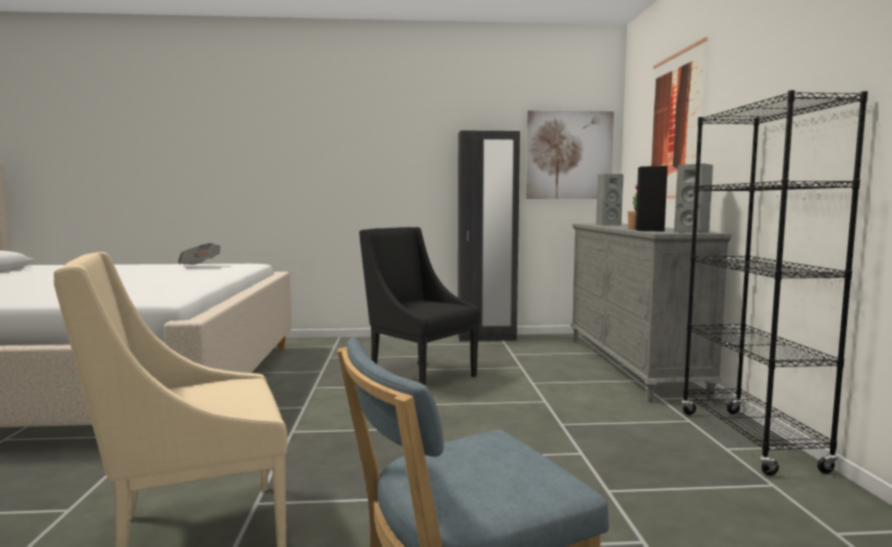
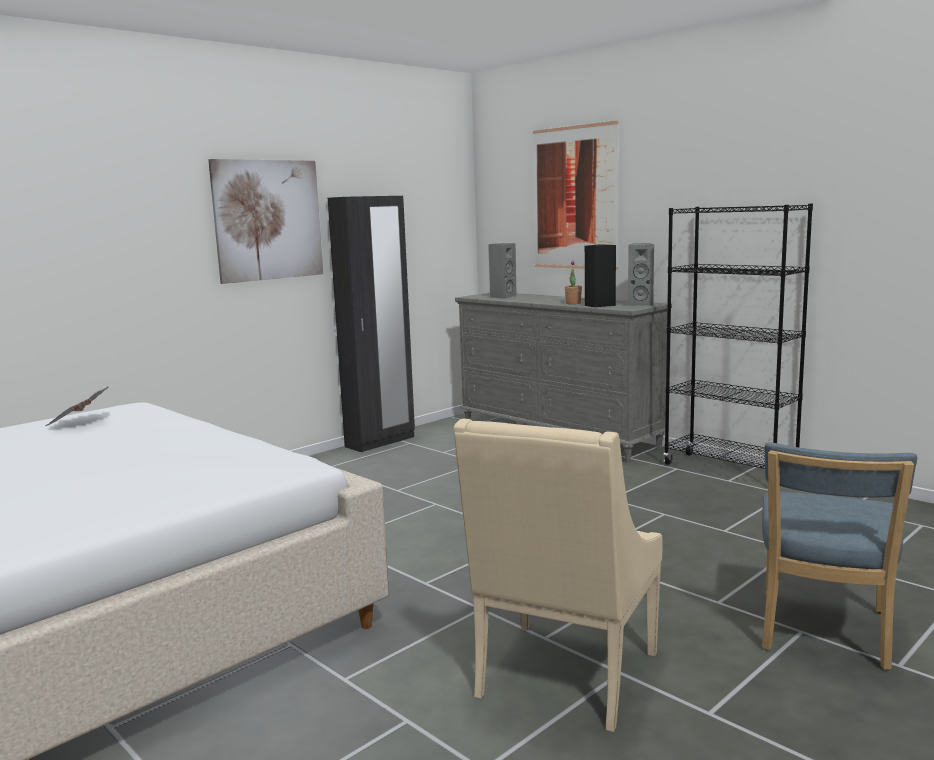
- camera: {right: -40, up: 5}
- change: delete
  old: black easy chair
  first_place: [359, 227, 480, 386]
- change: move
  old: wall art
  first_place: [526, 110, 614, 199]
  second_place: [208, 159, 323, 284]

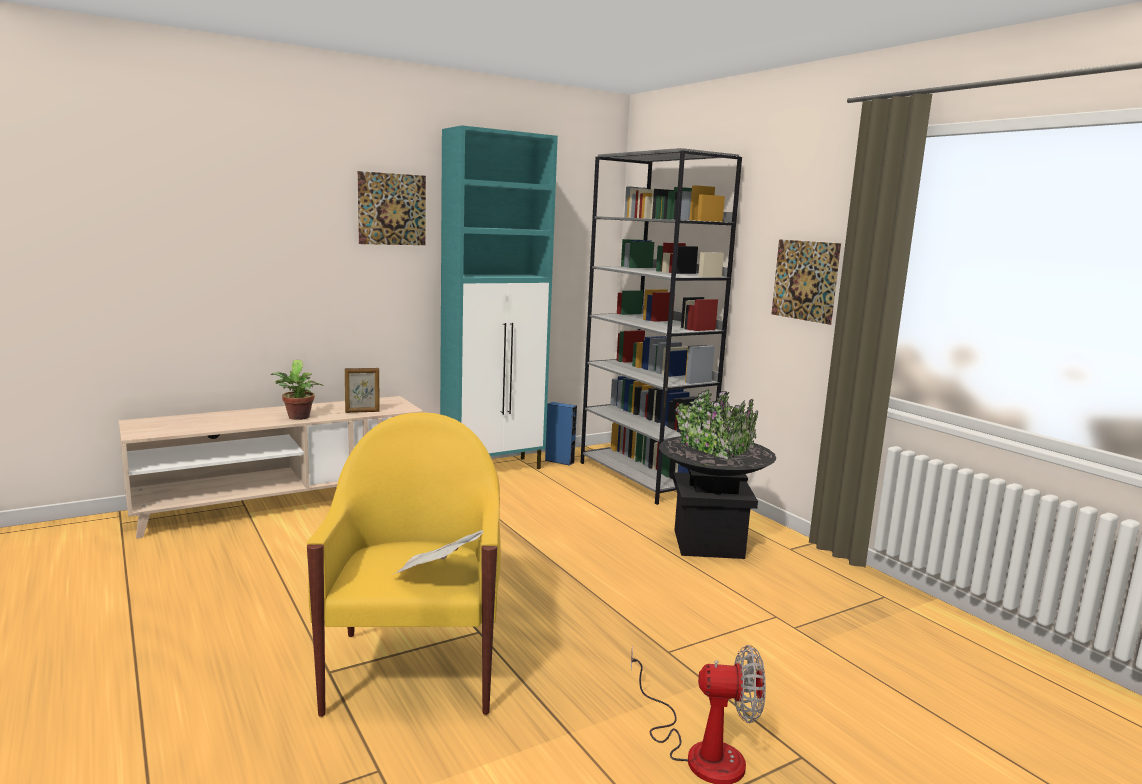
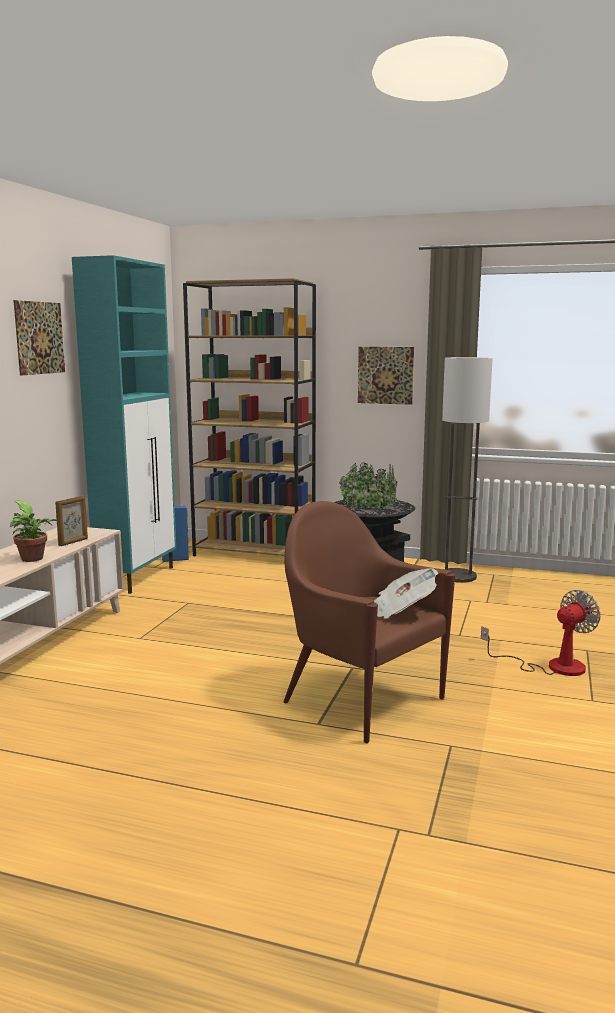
- camera: {right: -40, up: 0}
- change: insert
  new: floor lamp
  second_place: [442, 357, 493, 583]
- change: recolor
  old: yellow-coloured easy chair
  new: brown easy chair
  first_place: [307, 412, 501, 717]
  second_place: [283, 501, 455, 743]
- change: recolor
  old: greyish bookcase
  new: brown bookcase
  first_place: [580, 148, 742, 505]
  second_place: [183, 278, 316, 556]

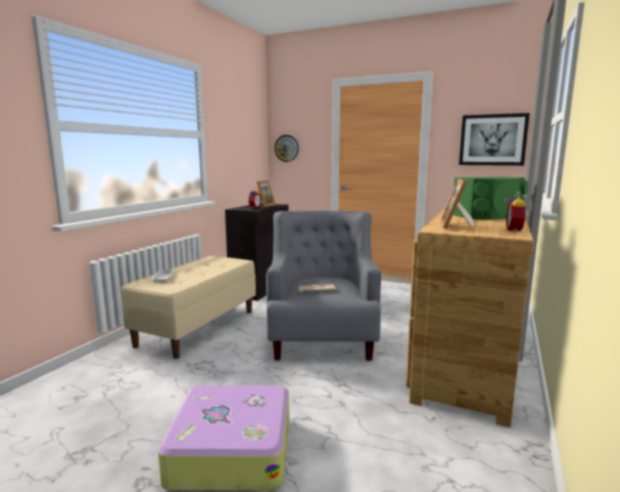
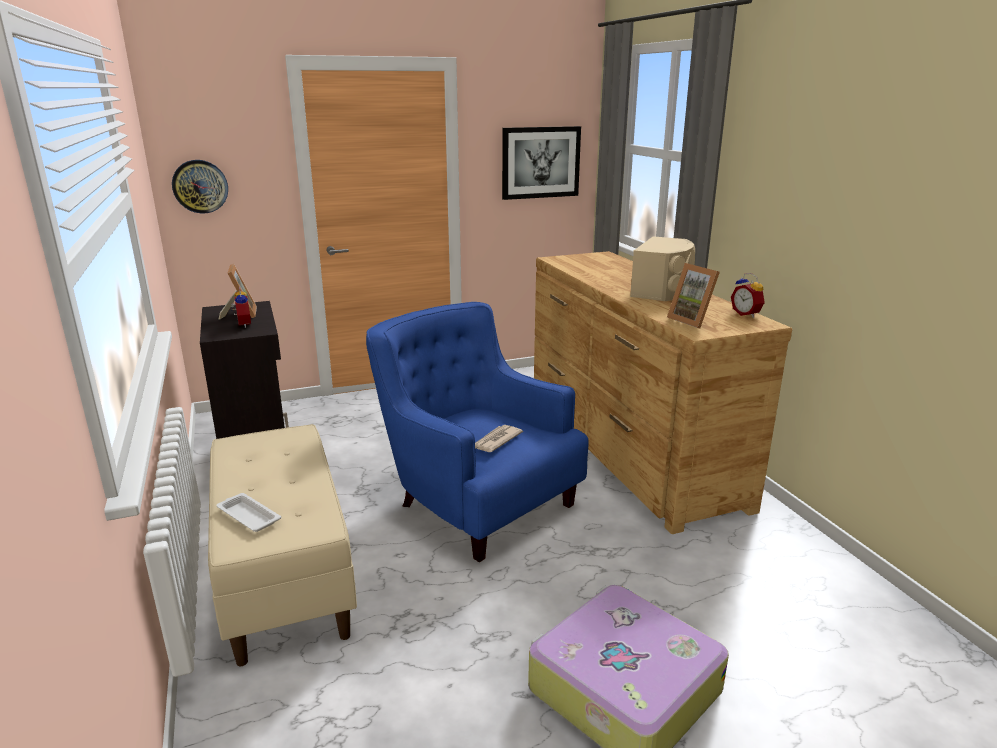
- camera: {right: -45, up: 10}
- change: recolor
  old: greyish easy chair
  new: blue-coloured easy chair
  first_place: [266, 210, 381, 361]
  second_place: [366, 302, 589, 562]
- change: recolor
  old: green-coloured loudspeaker
  new: sand-coloured loudspeaker
  first_place: [453, 177, 528, 220]
  second_place: [630, 236, 695, 301]

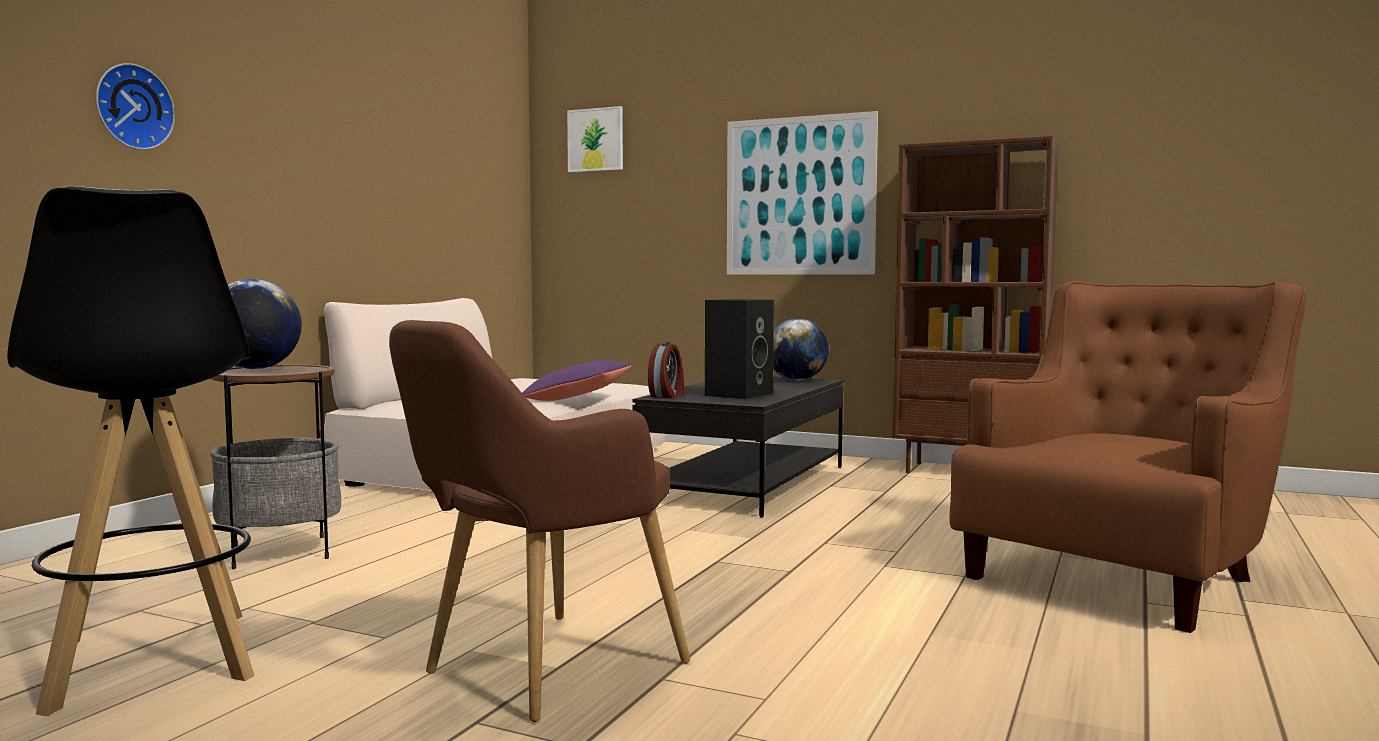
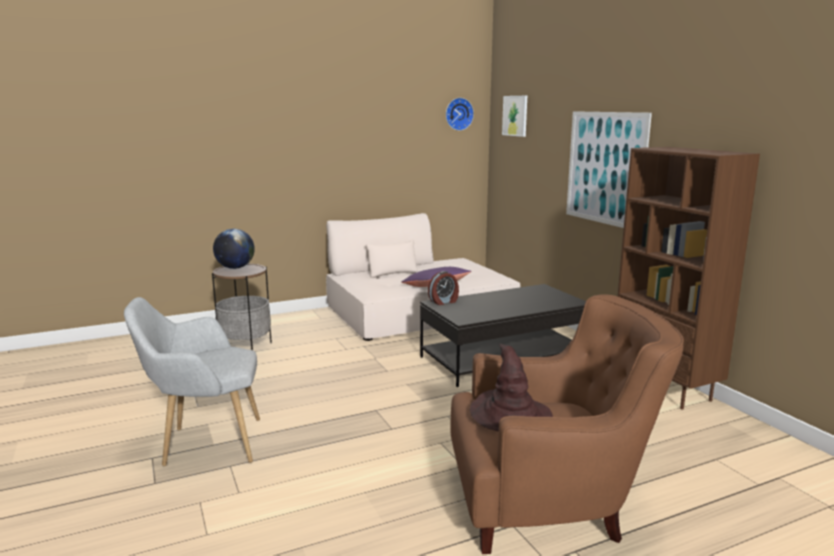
- camera: {right: 40, up: 10}
- change: delete
  old: black stool seat
  first_place: [7, 186, 254, 716]
- change: delete
  old: black loudspeaker
  first_place: [705, 299, 774, 399]
- change: delete
  old: desk globe
  first_place: [773, 318, 829, 381]
- change: insert
  new: brown hat
  second_place: [470, 344, 553, 431]
- change: move
  old: hanging clock
  first_place: [96, 63, 175, 150]
  second_place: [446, 98, 474, 131]
- change: recolor
  old: brown easy chair
  new: greyish easy chair
  first_place: [389, 320, 690, 722]
  second_place: [124, 297, 260, 466]

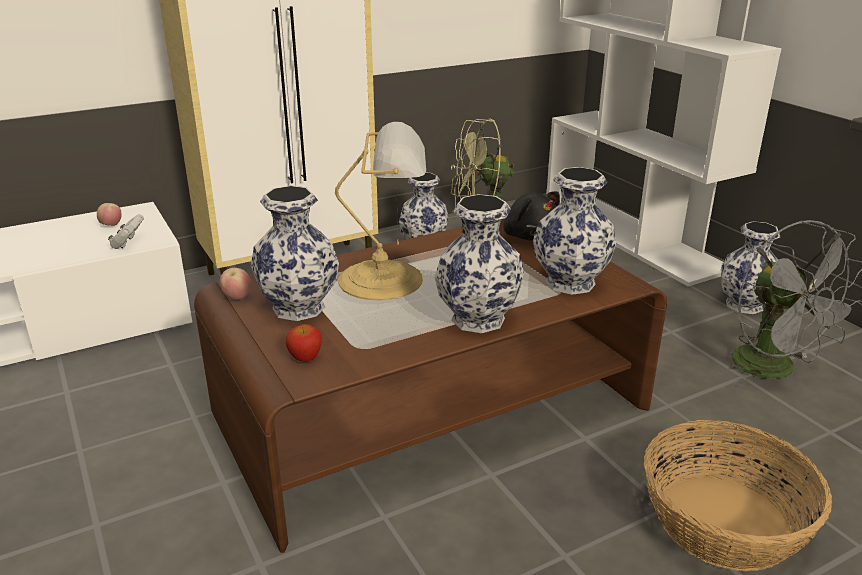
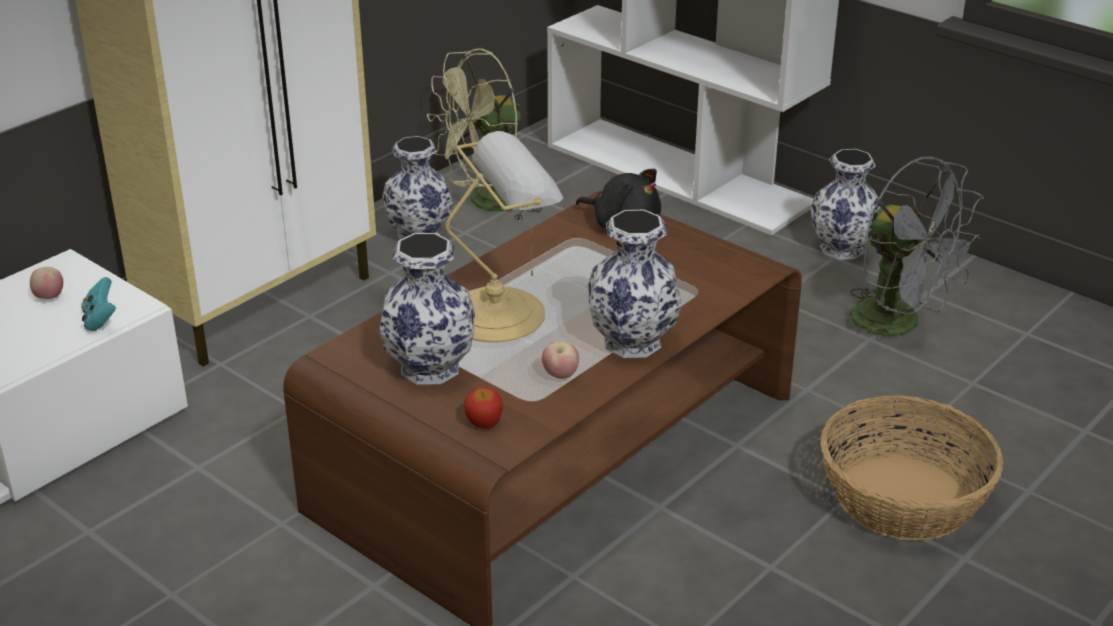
- camera: {right: -20, up: 5}
- change: delete
  old: vase
  first_place: [533, 167, 616, 295]
- change: move
  old: whole apple
  first_place: [220, 268, 251, 300]
  second_place: [542, 341, 579, 379]
- change: recolor
  old: white joypad
  new: turquoise joypad
  first_place: [108, 214, 144, 249]
  second_place: [81, 277, 116, 331]

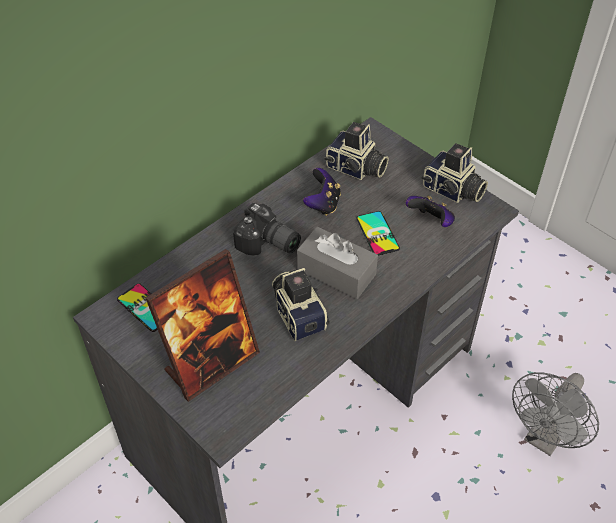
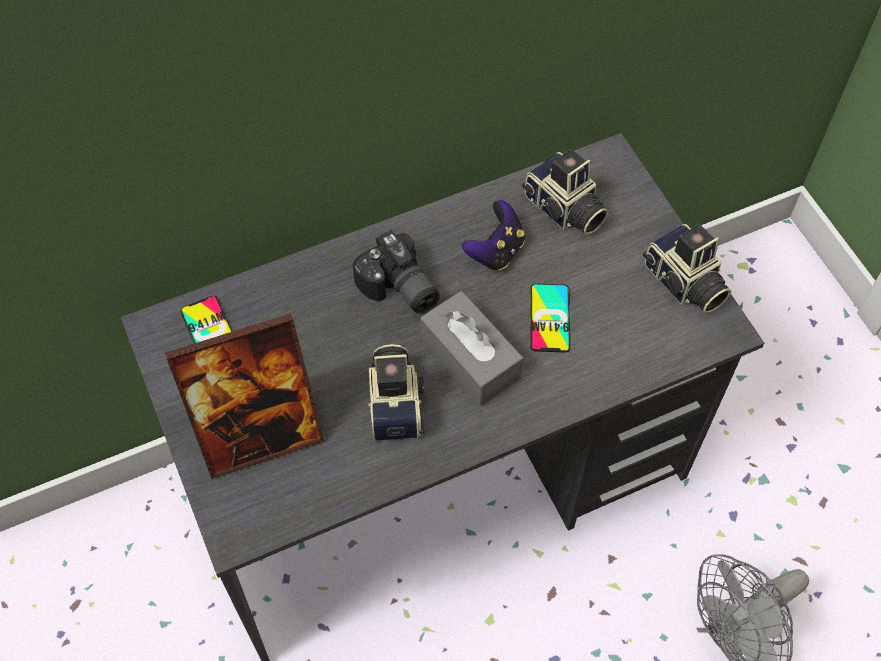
- camera: {right: 20, up: 10}
- change: delete
  old: joypad
  first_place: [406, 196, 455, 227]

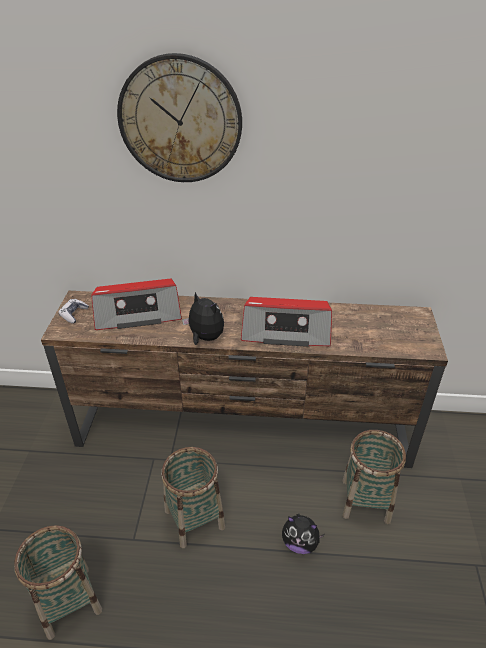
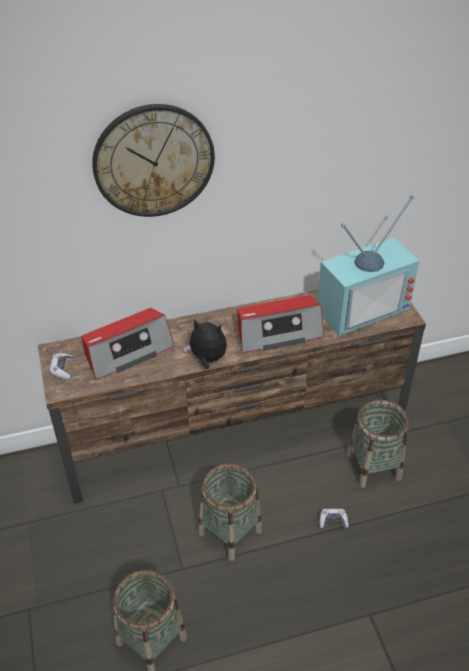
- camera: {right: -20, up: 5}
- change: insert
  new: television
  second_place: [317, 195, 419, 336]
- change: replace
  old: plush toy
  new: joypad
  first_place: [282, 514, 324, 554]
  second_place: [320, 509, 349, 529]

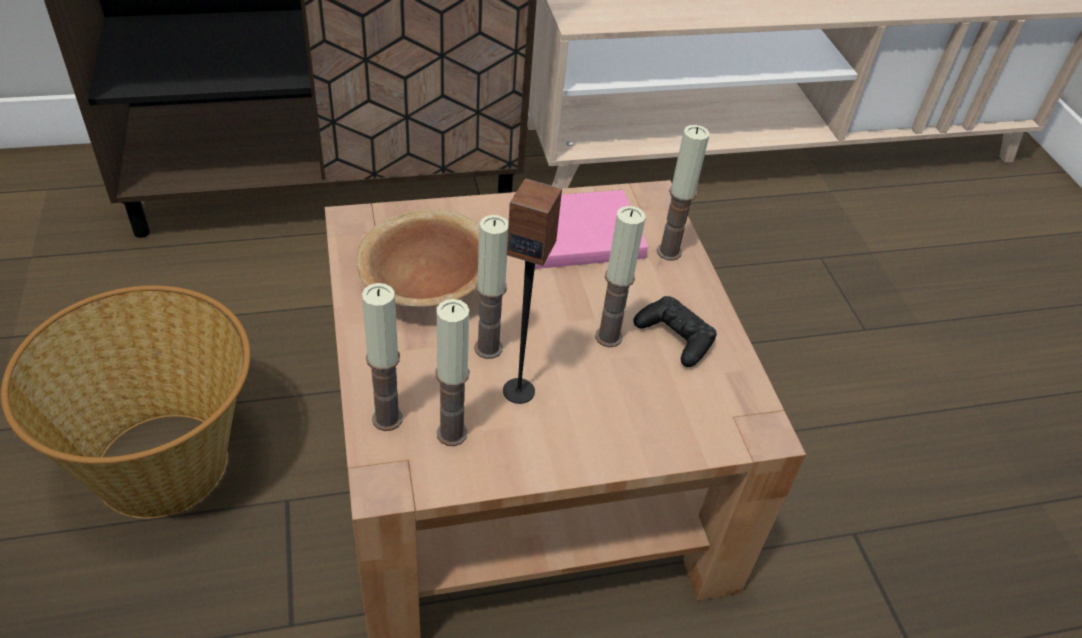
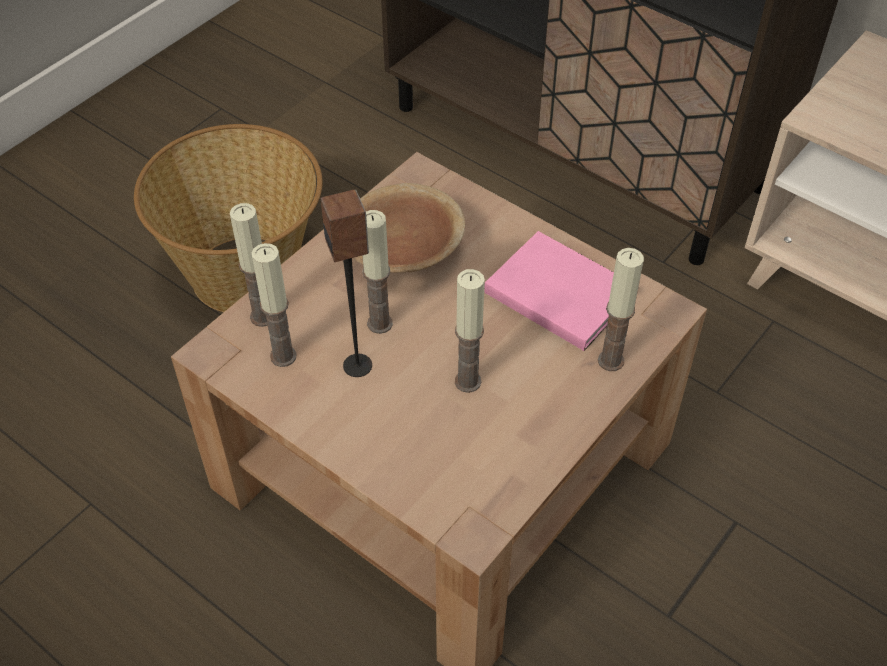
- camera: {right: 55, up: 5}
- change: delete
  old: black joypad
  first_place: [633, 296, 717, 367]

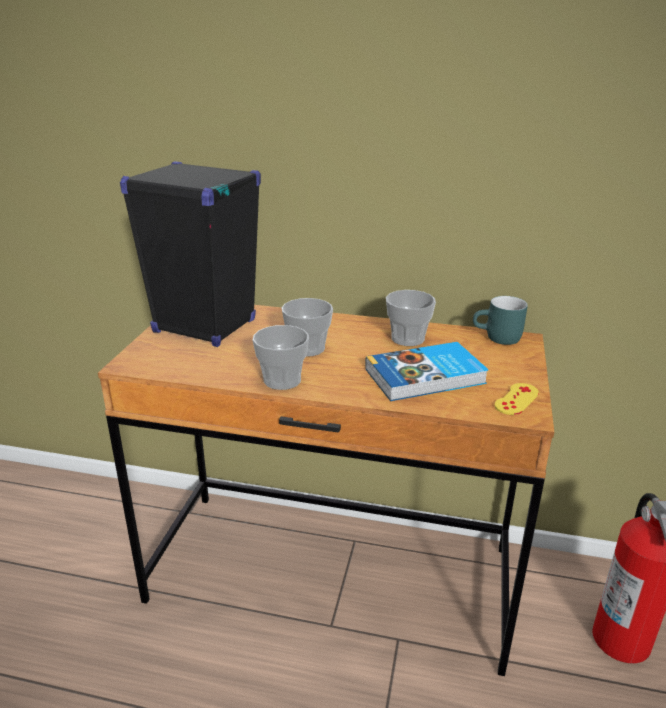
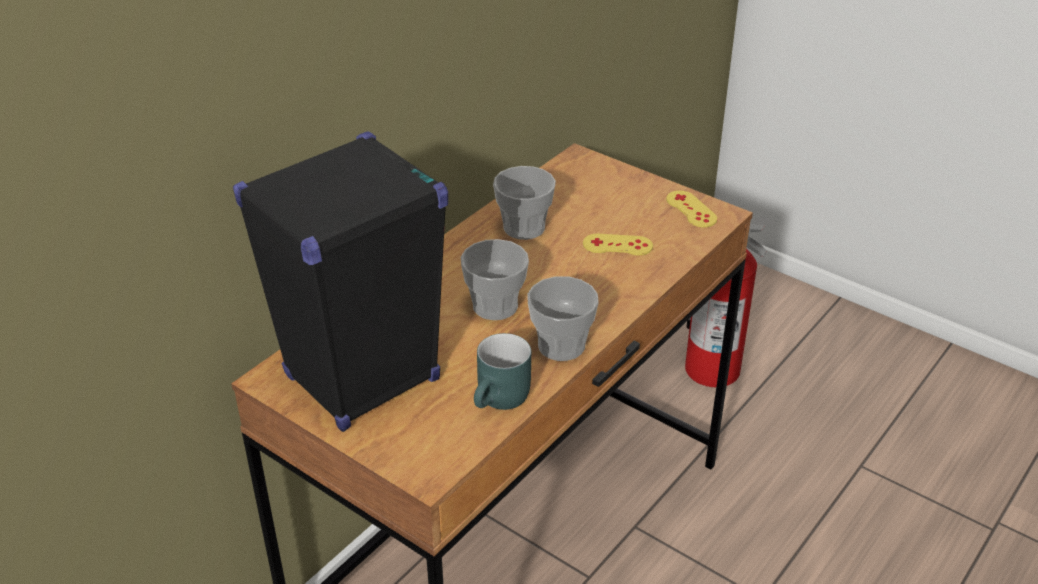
- camera: {right: -65, up: 10}
- change: move
  old: turquoise tea mug
  first_place: [473, 296, 528, 345]
  second_place: [474, 333, 531, 410]
- change: replace
  old: book
  new: yellow-coloured joypad
  first_place: [365, 342, 489, 401]
  second_place: [583, 234, 653, 256]

